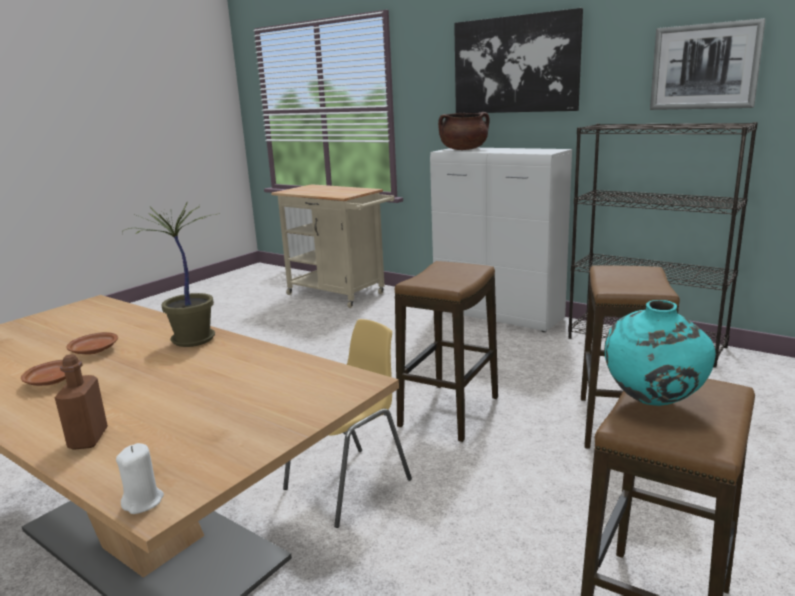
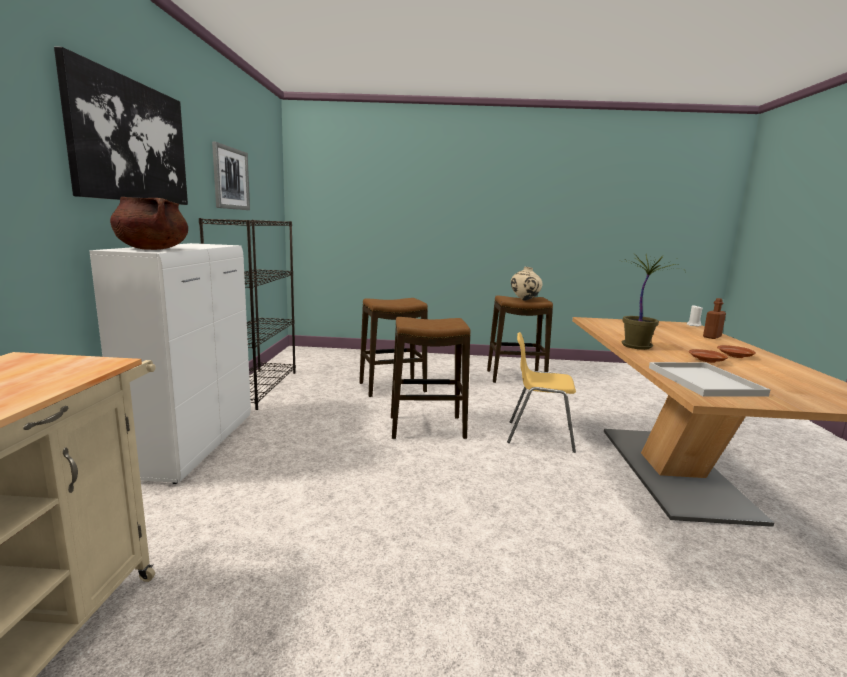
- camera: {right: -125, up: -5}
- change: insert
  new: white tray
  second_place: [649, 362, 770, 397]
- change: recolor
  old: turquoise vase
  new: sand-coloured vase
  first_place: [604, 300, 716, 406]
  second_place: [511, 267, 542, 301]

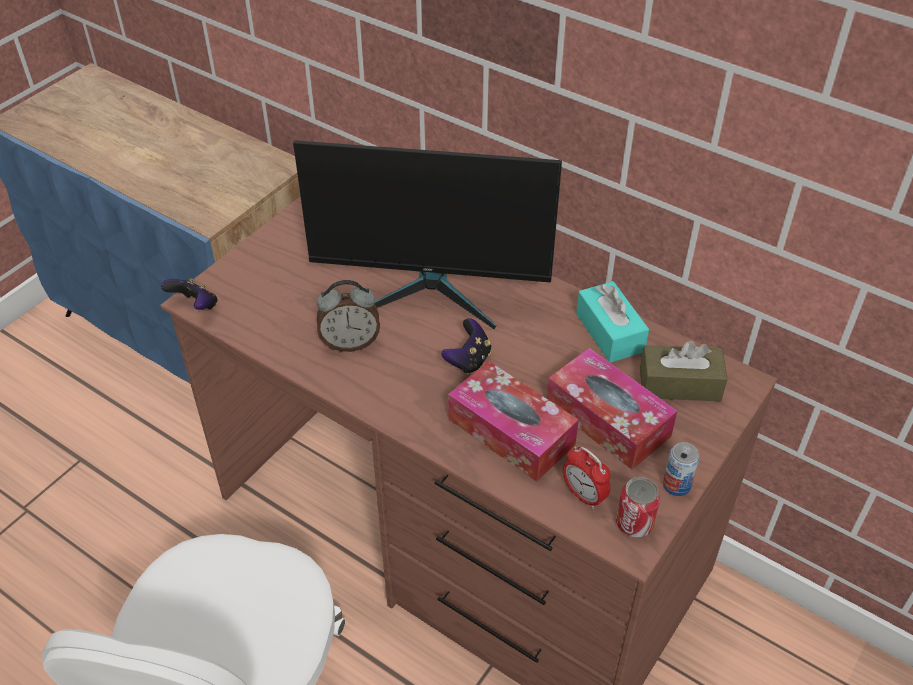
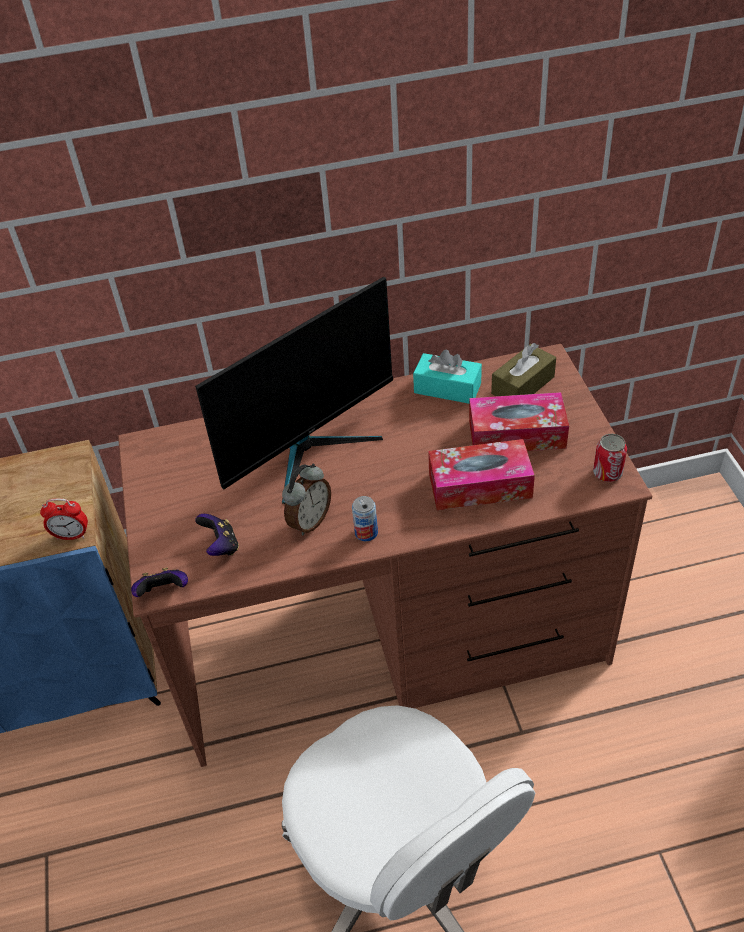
- camera: {right: -45, up: 0}
- change: move
  old: joypad
  first_place: [441, 318, 491, 375]
  second_place: [195, 514, 239, 556]
- change: move
  old: bedside clock
  first_place: [563, 446, 611, 509]
  second_place: [40, 498, 88, 540]
- change: move
  old: metal can
  first_place: [663, 442, 699, 496]
  second_place: [352, 496, 378, 541]

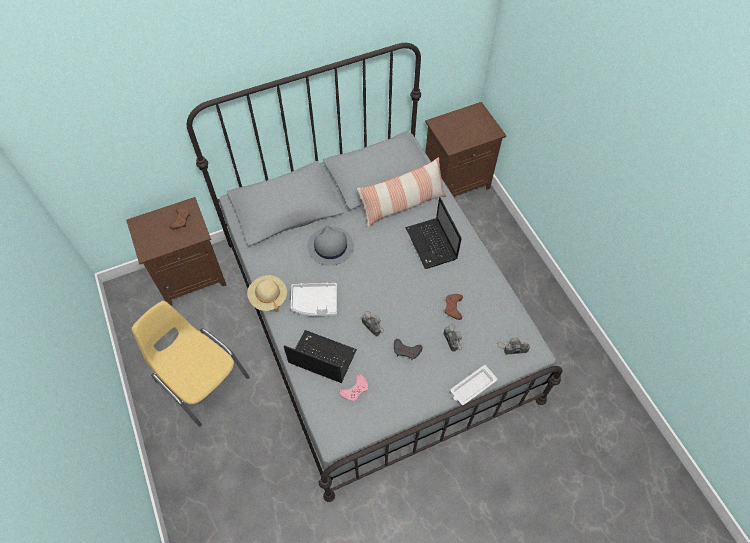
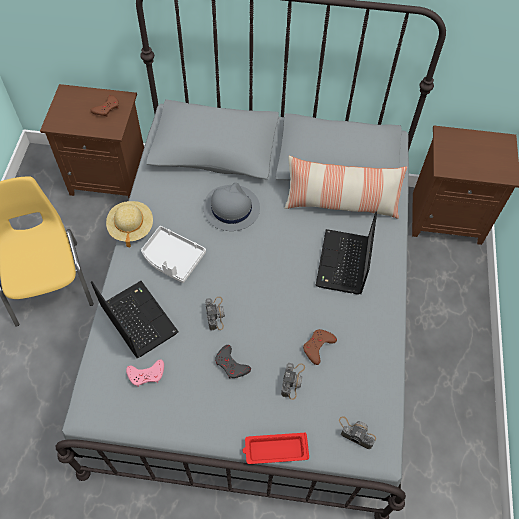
- camera: {right: 30, up: 0}
- change: recolor
  old: white tray
  new: reddish tray
  first_place: [450, 365, 498, 405]
  second_place: [243, 432, 309, 464]

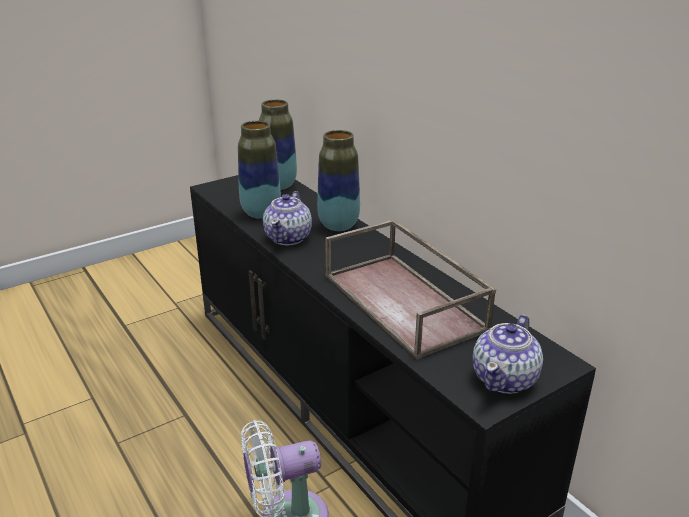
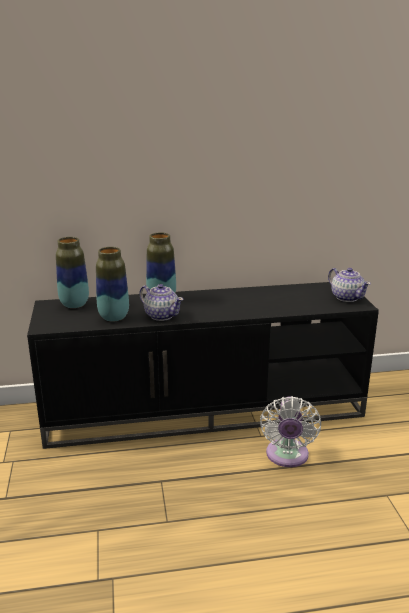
- camera: {right: -65, up: -5}
- change: delete
  old: brown tray
  first_place: [325, 219, 496, 360]

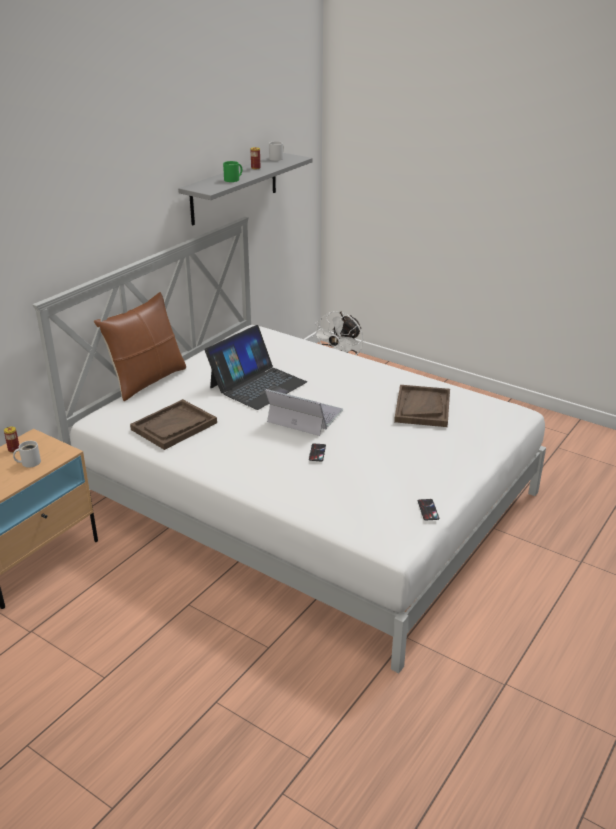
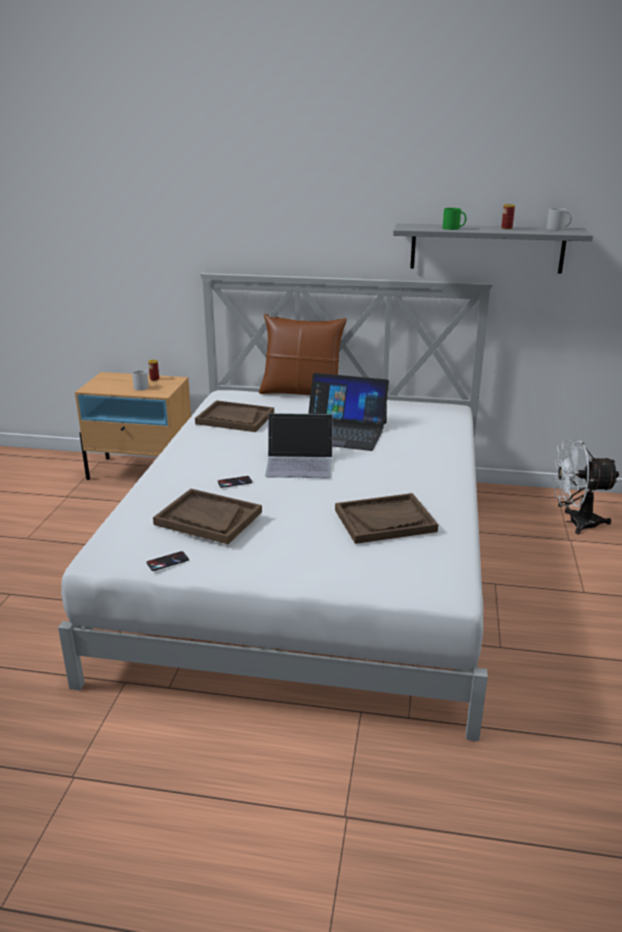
- camera: {right: 65, up: -5}
- change: insert
  new: brown tray
  second_place: [153, 489, 262, 544]
- change: rotate
  old: portable computer
  first_place: [265, 389, 343, 436]
  second_place: [265, 413, 333, 478]
  degrees: 90

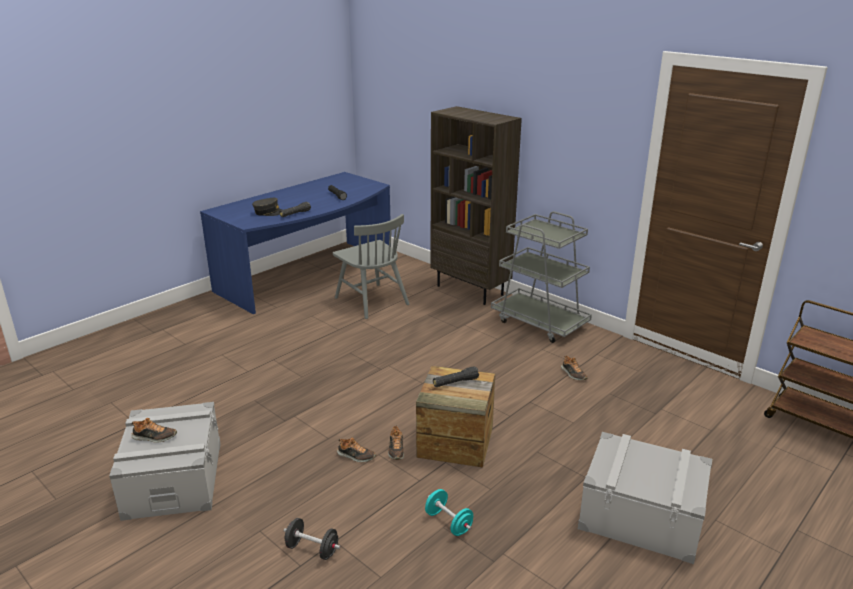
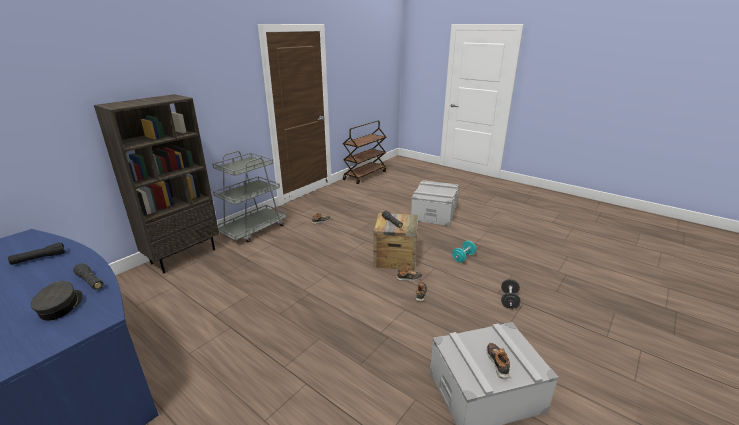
- camera: {right: -95, up: 0}
- change: delete
  old: greyish chair
  first_place: [333, 214, 410, 319]

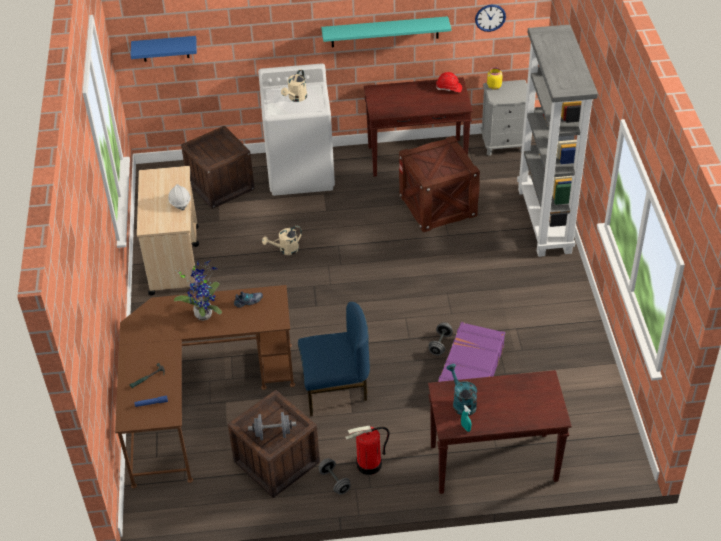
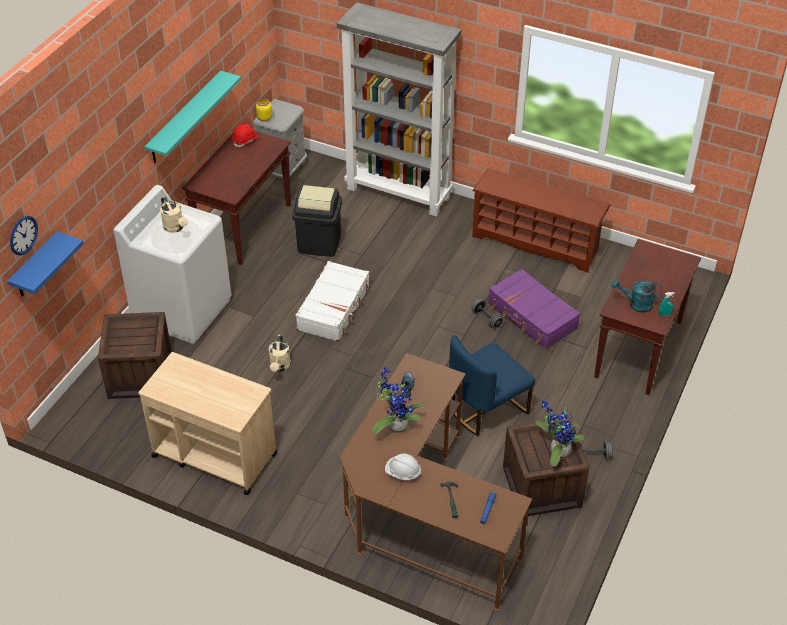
- camera: {right: -60, up: 0}
- change: delete
  old: fire extinguisher
  first_place: [346, 425, 390, 475]
- change: insert
  new: white travel case
  second_place: [296, 261, 370, 342]
- change: insert
  new: brown shoe rack
  second_place: [472, 168, 611, 273]
- change: move
  old: white hard hat
  first_place: [168, 184, 191, 211]
  second_place: [385, 453, 422, 480]
- change: move
  old: hanging clock
  first_place: [475, 5, 506, 32]
  second_place: [10, 216, 38, 255]
- change: replace
  old: greyish free weight
  new: houseplant
  first_place: [248, 412, 296, 440]
  second_place: [536, 401, 585, 467]
- change: replace
  old: packing crate
  new: black waste bin
  first_place: [399, 136, 480, 232]
  second_place: [292, 185, 342, 257]
- change: rotate
  old: blue-coloured chair
  first_place: [298, 302, 370, 417]
  second_place: [449, 335, 535, 436]
  degrees: -150

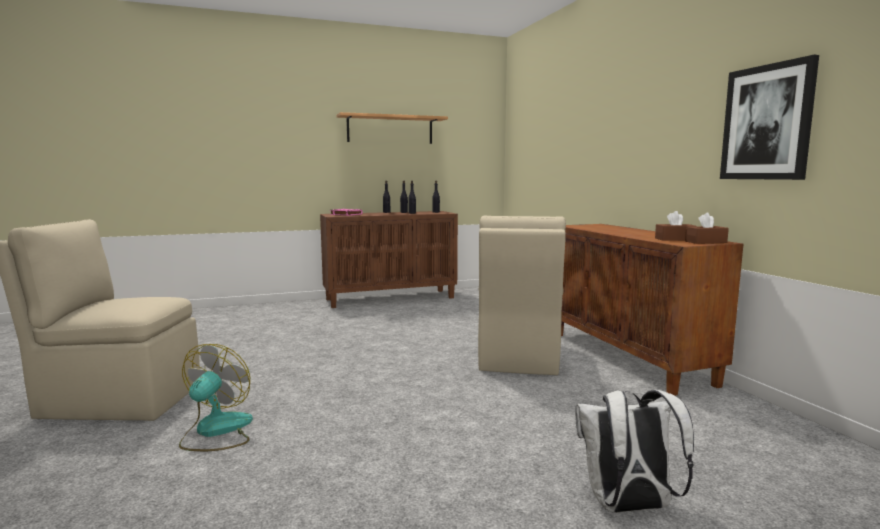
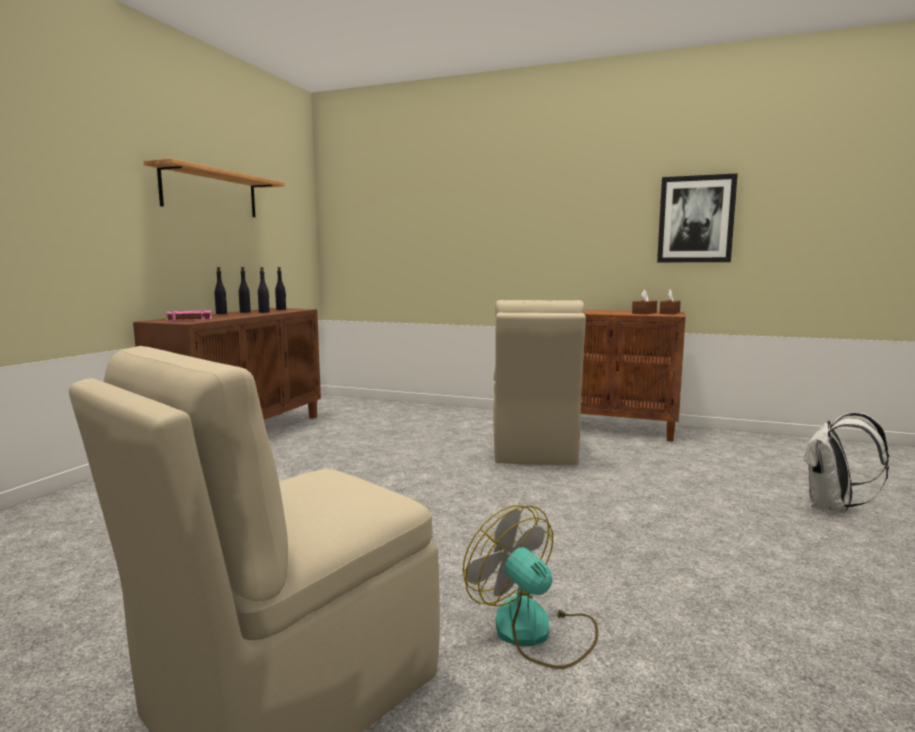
- camera: {right: -50, up: 0}
- change: rotate
  old: sand-coloured chair
  first_place: [478, 216, 566, 375]
  second_place: [493, 300, 586, 465]
  degrees: 45

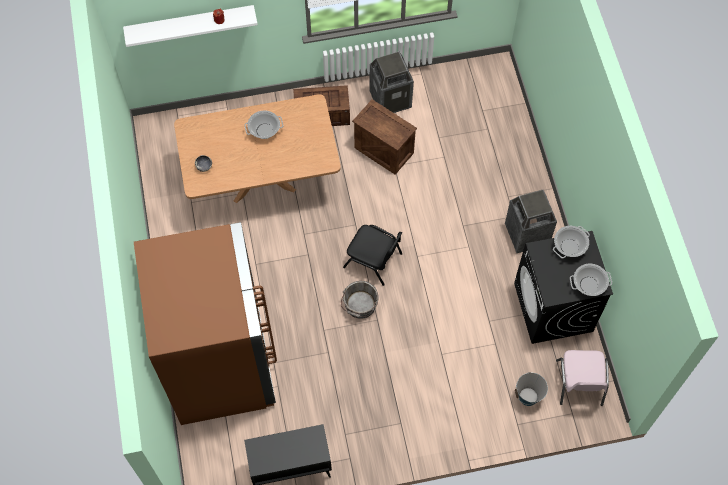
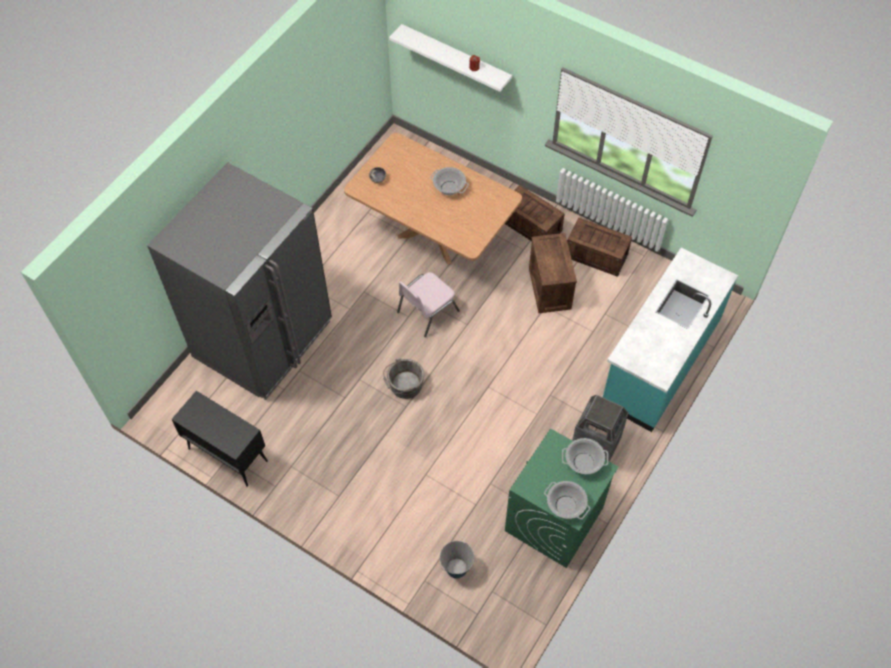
- camera: {right: 45, up: -5}
- change: delete
  old: black chair
  first_place: [343, 225, 402, 286]
- change: insert
  new: turquoise kitchen counter
  second_place: [603, 248, 738, 432]
- change: move
  old: pink chair
  first_place: [556, 350, 609, 406]
  second_place: [397, 272, 460, 337]
- change: replace
  old: waste bin
  new: packing crate
  first_place: [369, 52, 414, 113]
  second_place: [567, 217, 632, 277]
- change: recolor
  old: brown refrigerator
  new: greyish refrigerator
  first_place: [134, 222, 277, 425]
  second_place: [147, 162, 332, 400]
- change: recolor
  old: black washing machine
  new: green-coloured washing machine
  first_place: [514, 231, 613, 344]
  second_place: [505, 429, 618, 568]

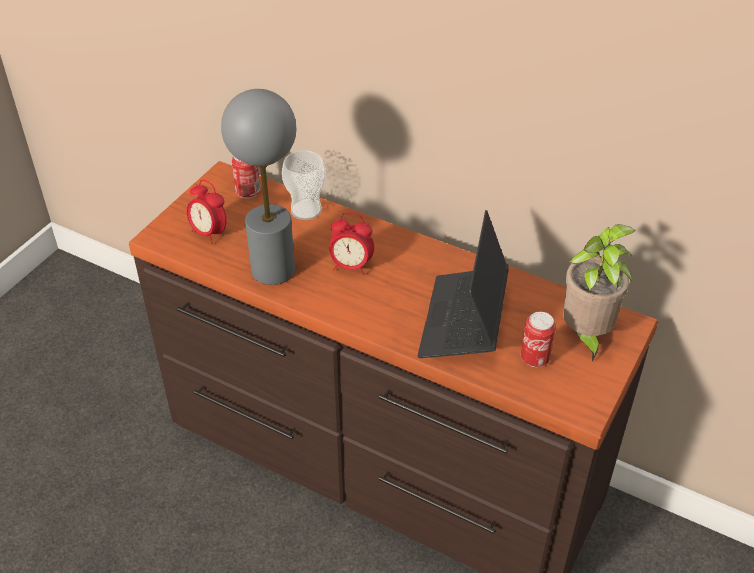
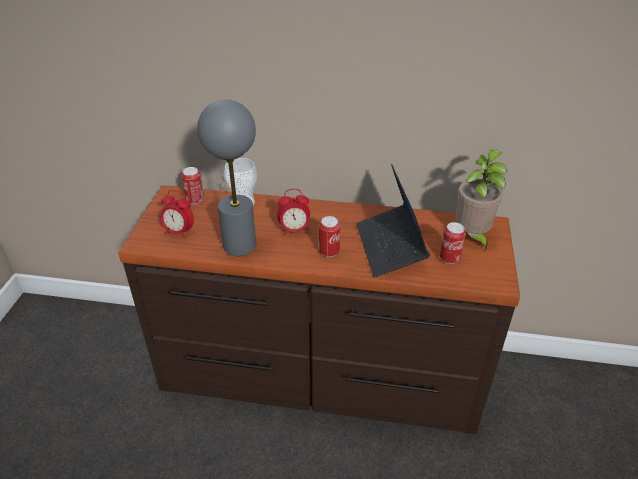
- camera: {right: -20, up: -5}
- change: insert
  new: metal can
  second_place: [319, 216, 340, 257]

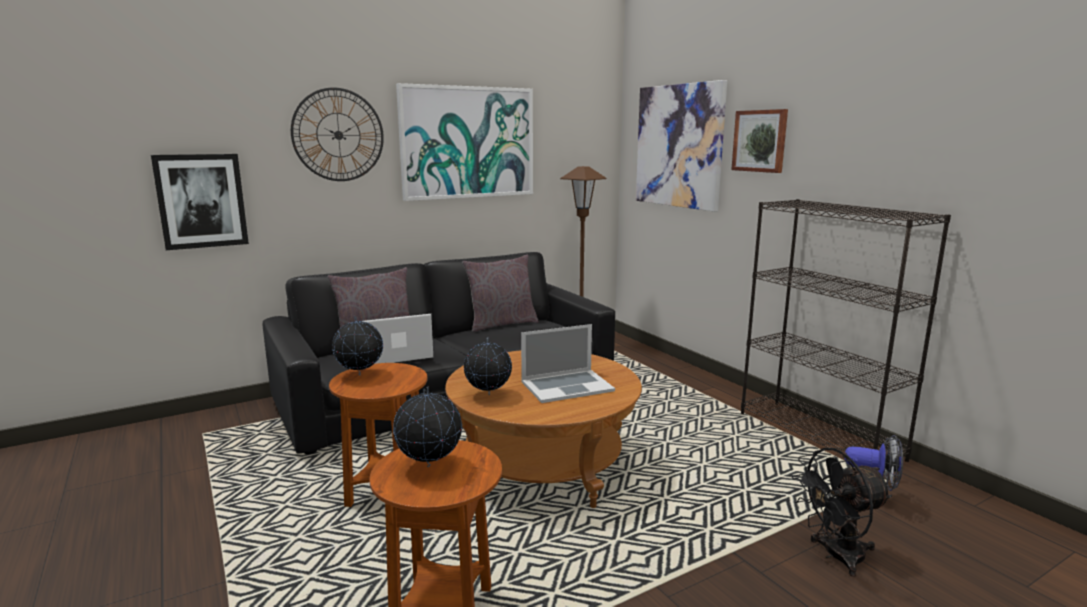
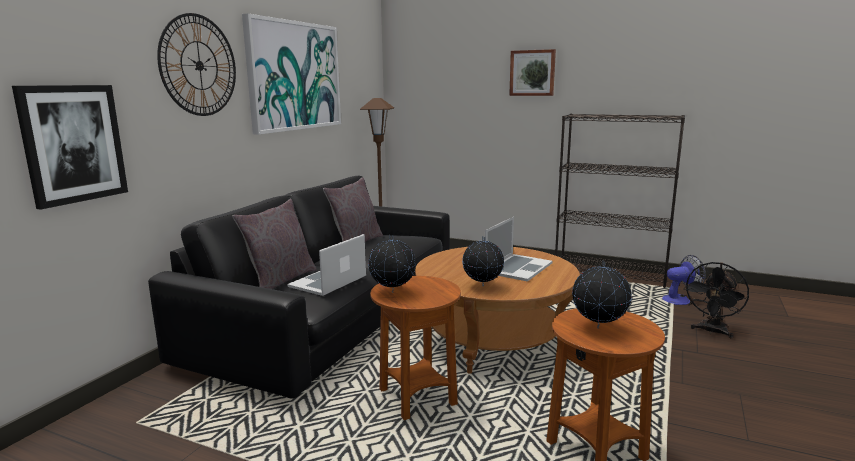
- camera: {right: -35, up: 0}
- change: delete
  old: wall art
  first_place: [636, 80, 727, 212]

